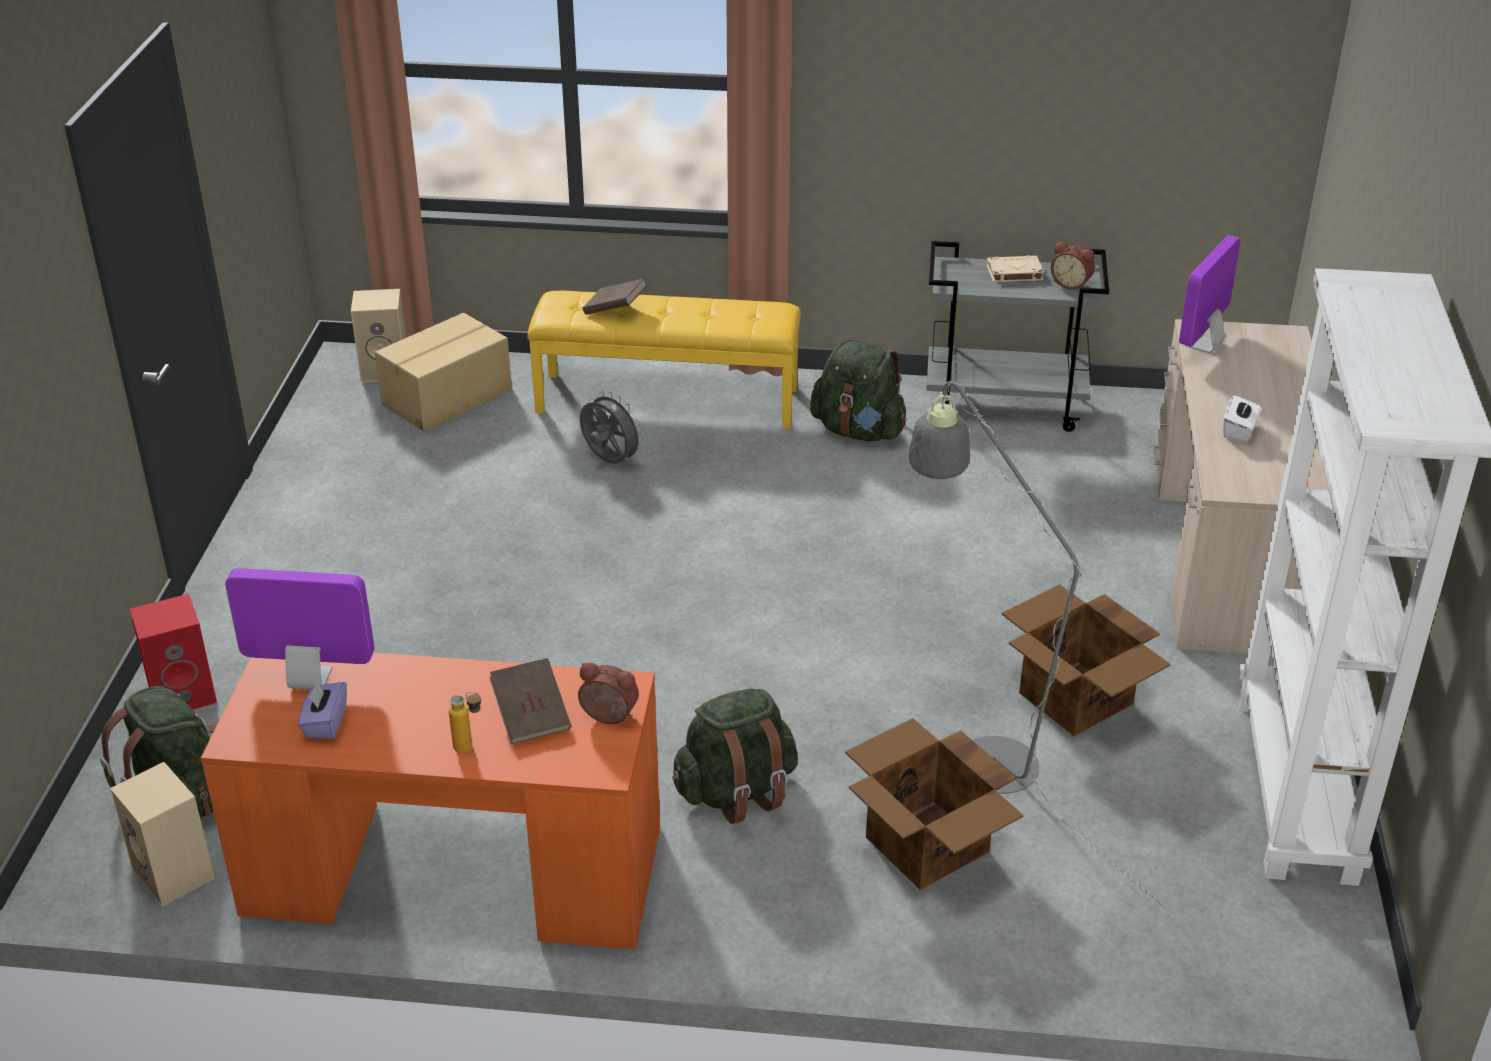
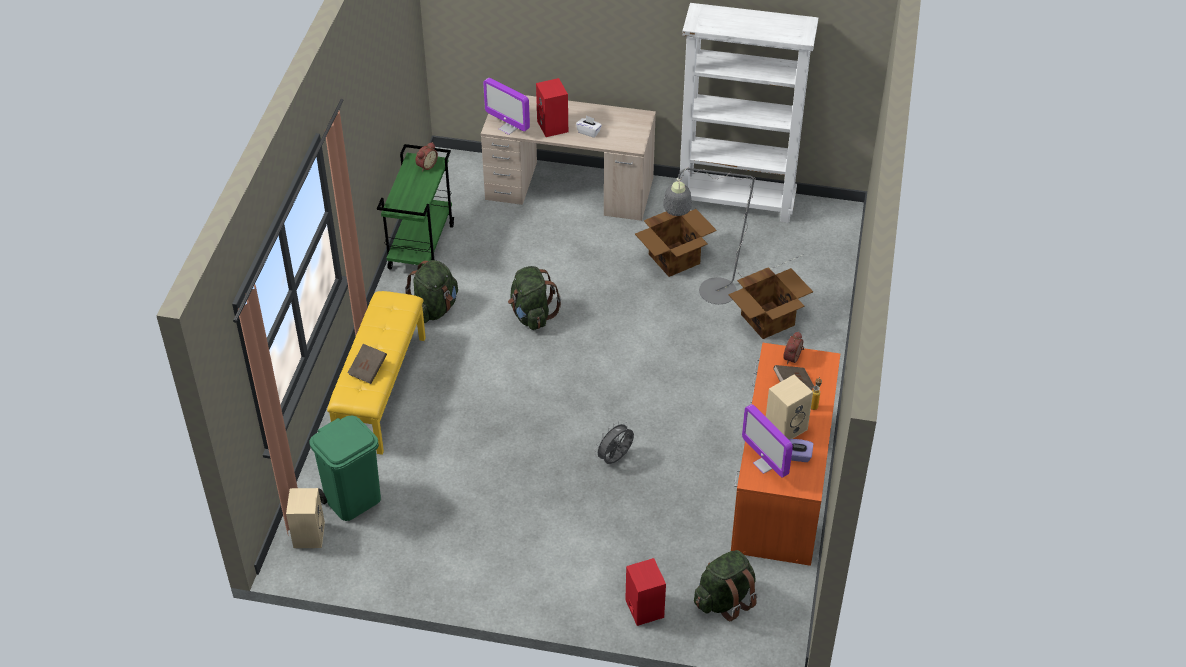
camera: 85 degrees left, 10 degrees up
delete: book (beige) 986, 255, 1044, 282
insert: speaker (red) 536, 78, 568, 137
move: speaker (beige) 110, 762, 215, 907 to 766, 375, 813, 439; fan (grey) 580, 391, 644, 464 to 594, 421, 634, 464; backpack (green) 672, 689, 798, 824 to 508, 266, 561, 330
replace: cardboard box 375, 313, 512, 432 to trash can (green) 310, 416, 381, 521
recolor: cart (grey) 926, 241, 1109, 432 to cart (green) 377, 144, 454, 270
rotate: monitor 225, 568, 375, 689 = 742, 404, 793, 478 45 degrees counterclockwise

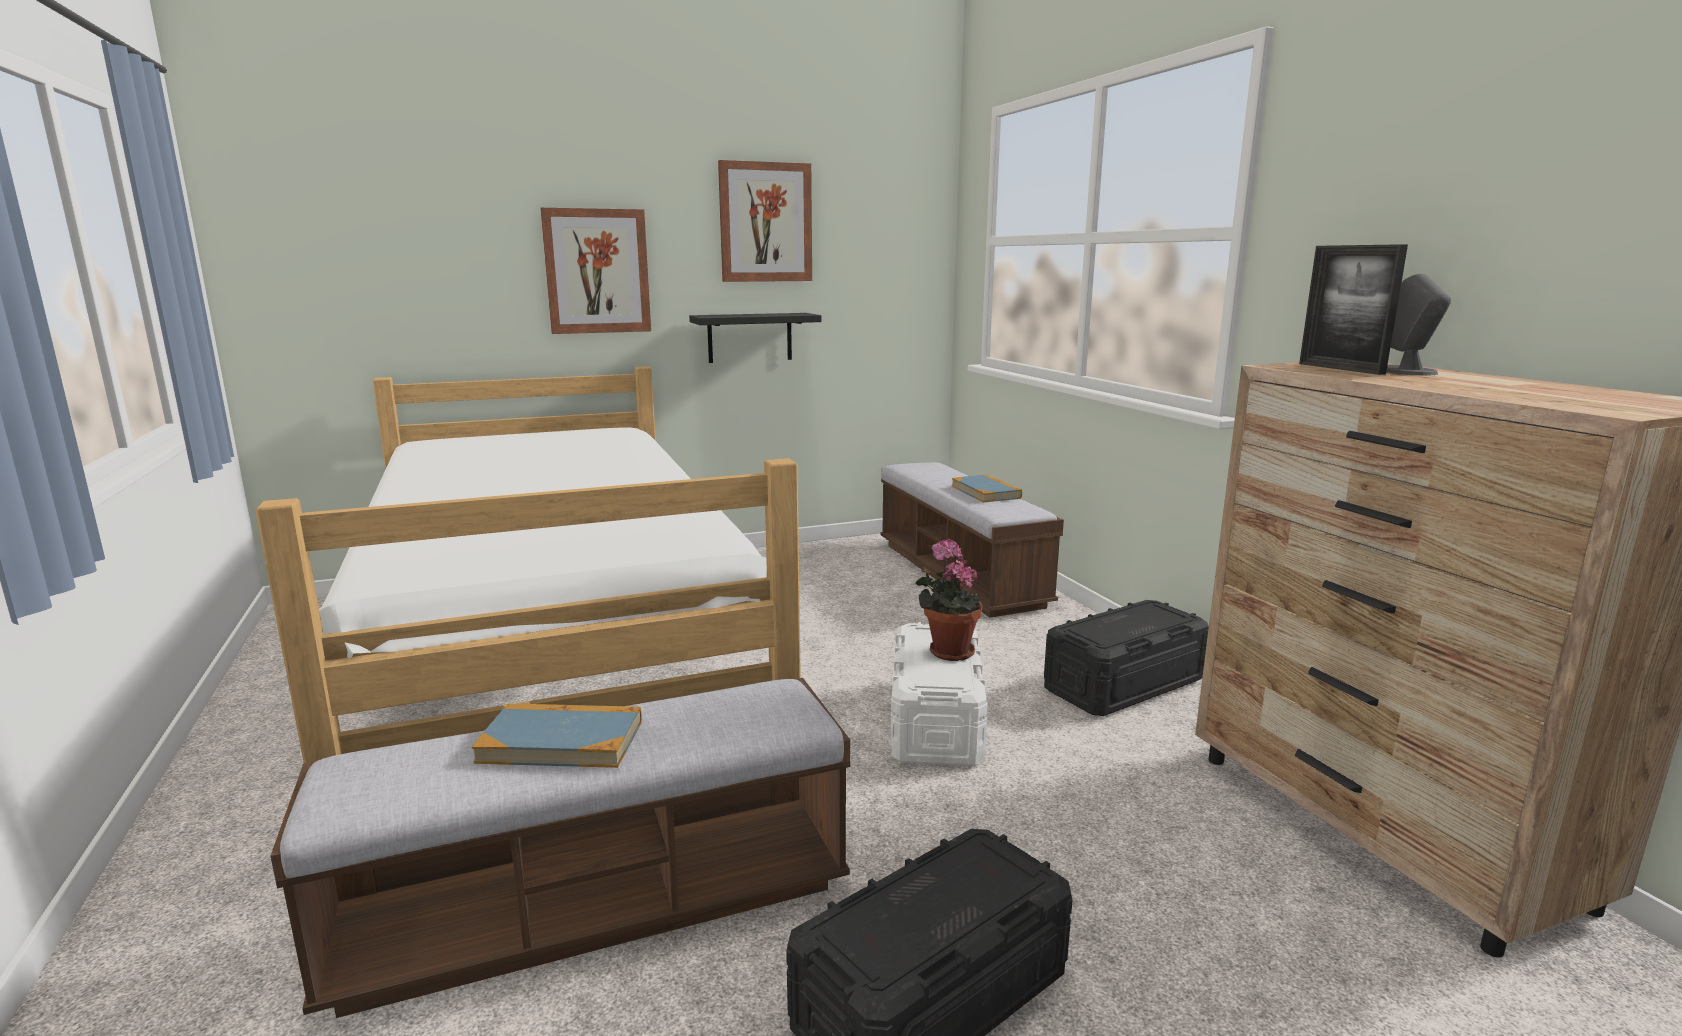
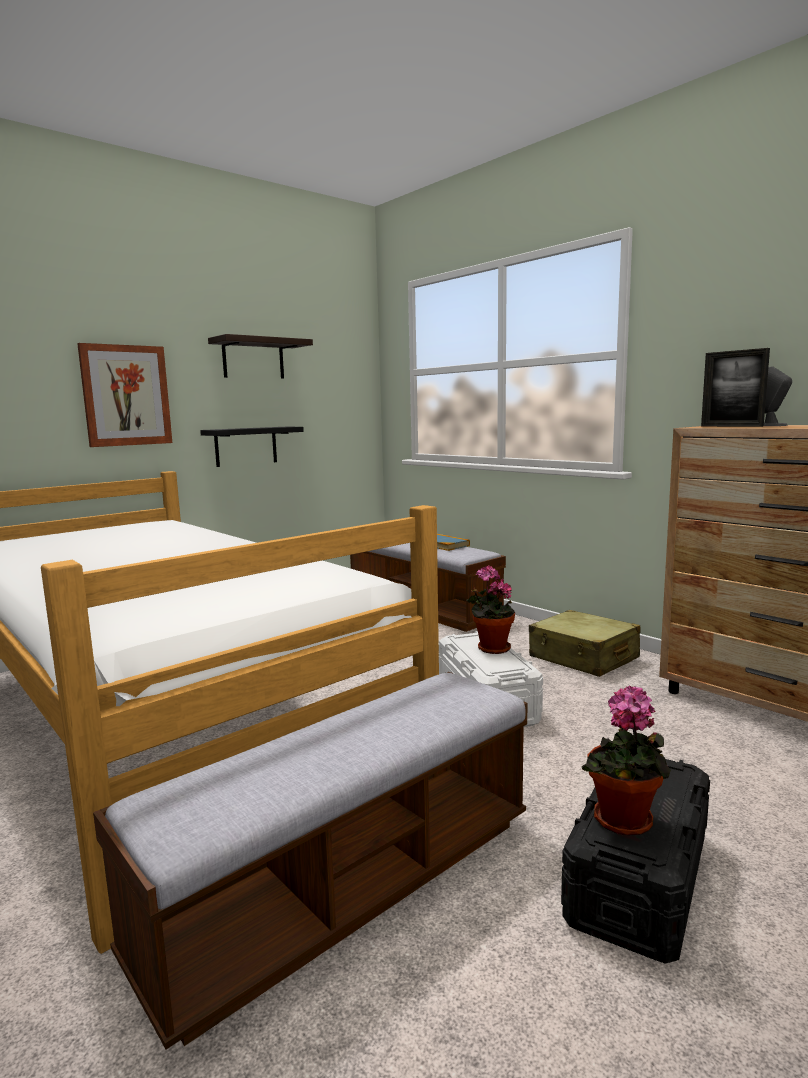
camera: 20 degrees left, 5 degrees down
delete: book 472, 703, 642, 768
insert: potted plant 582, 685, 671, 835
replace: picture 718, 160, 812, 282 to shelf 208, 334, 313, 379; storage box (black) 1044, 600, 1209, 716 to suitcase (beige) 529, 610, 640, 677

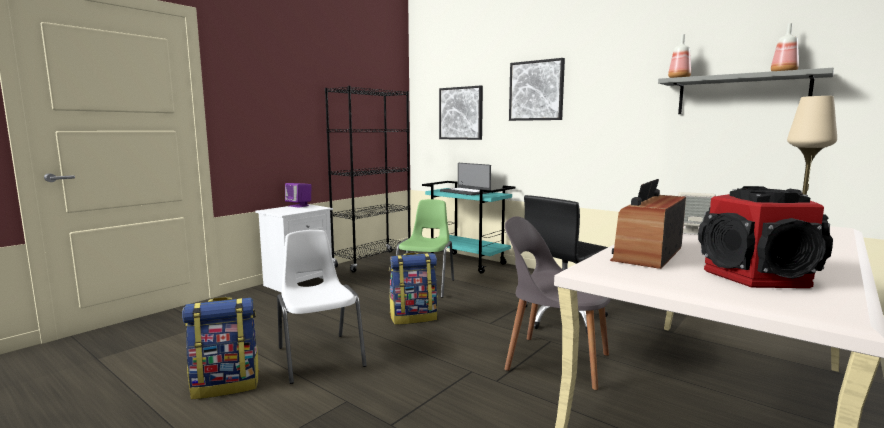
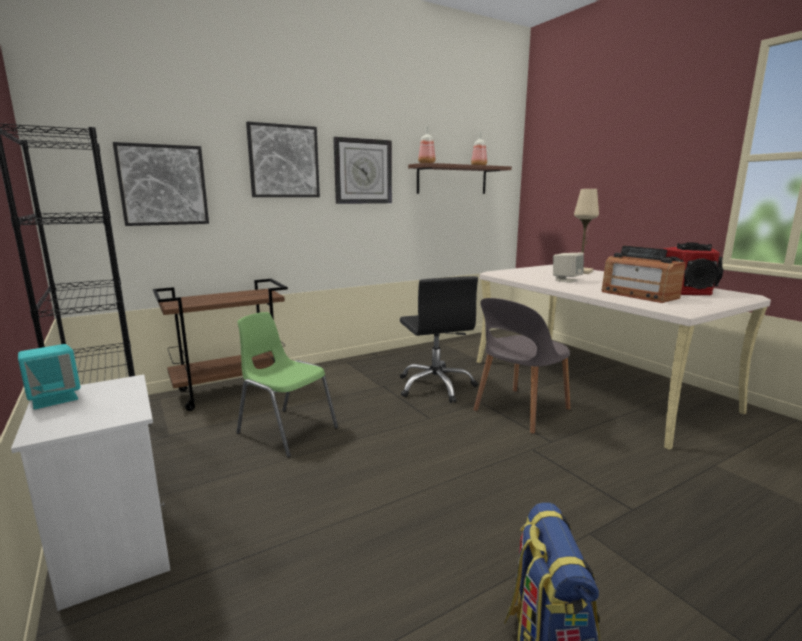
camera: 70 degrees left, 5 degrees up
delete: chair (white) 277, 230, 367, 384; backpack 389, 252, 438, 325; laptop 440, 163, 491, 195
insert: wall clock 333, 137, 392, 204
recolor: speaker (purple) 285, 183, 311, 208 to speaker (turquoise) 18, 344, 80, 410; cart (turquoise) 422, 181, 516, 273 to cart (brown) 153, 279, 288, 411; shelf (grey) 658, 68, 834, 114 to shelf (brown) 408, 163, 512, 194

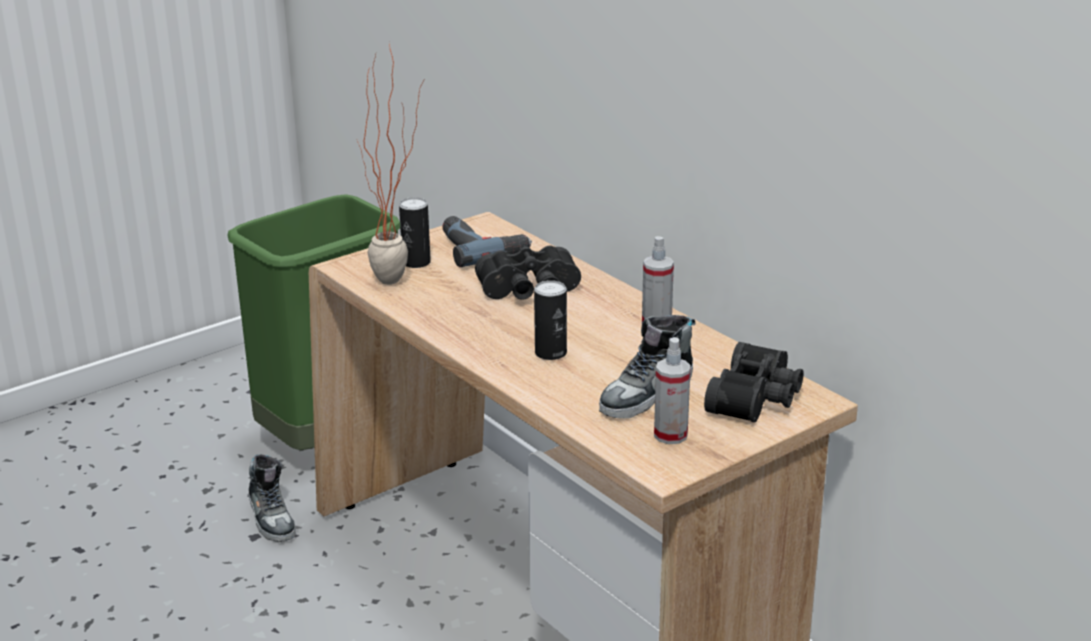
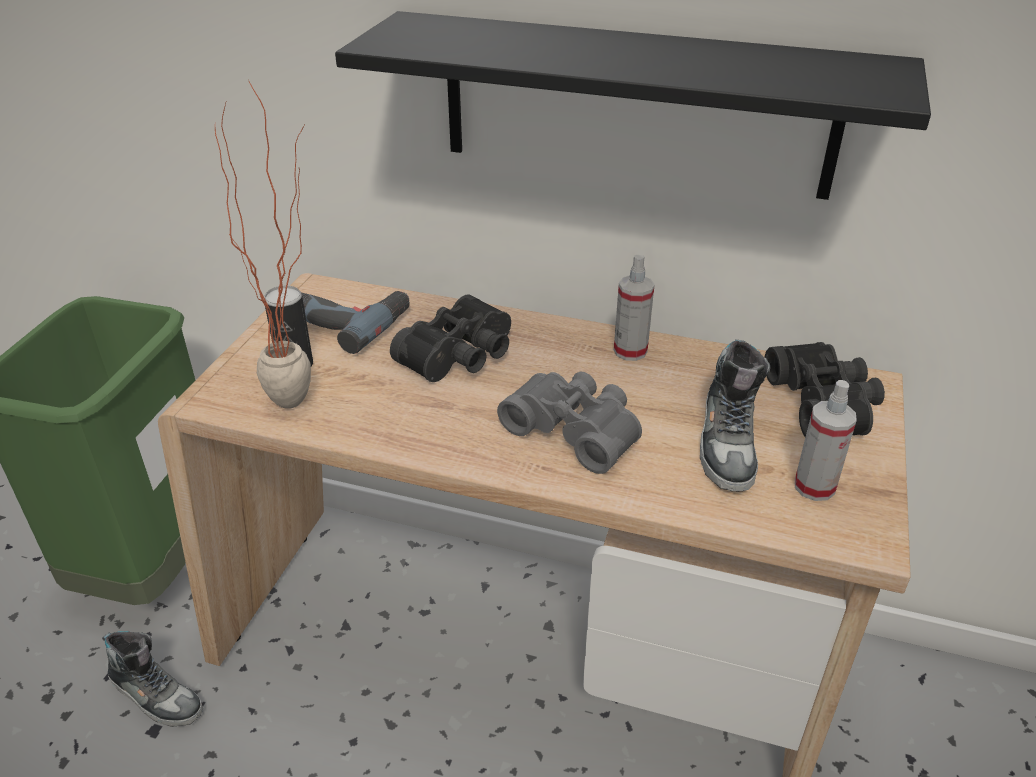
camera: 35 degrees left, 10 degrees up
insert: shelf (black) 335, 11, 931, 200
replace: can 534, 280, 567, 360 to binoculars (grey) 497, 372, 642, 474

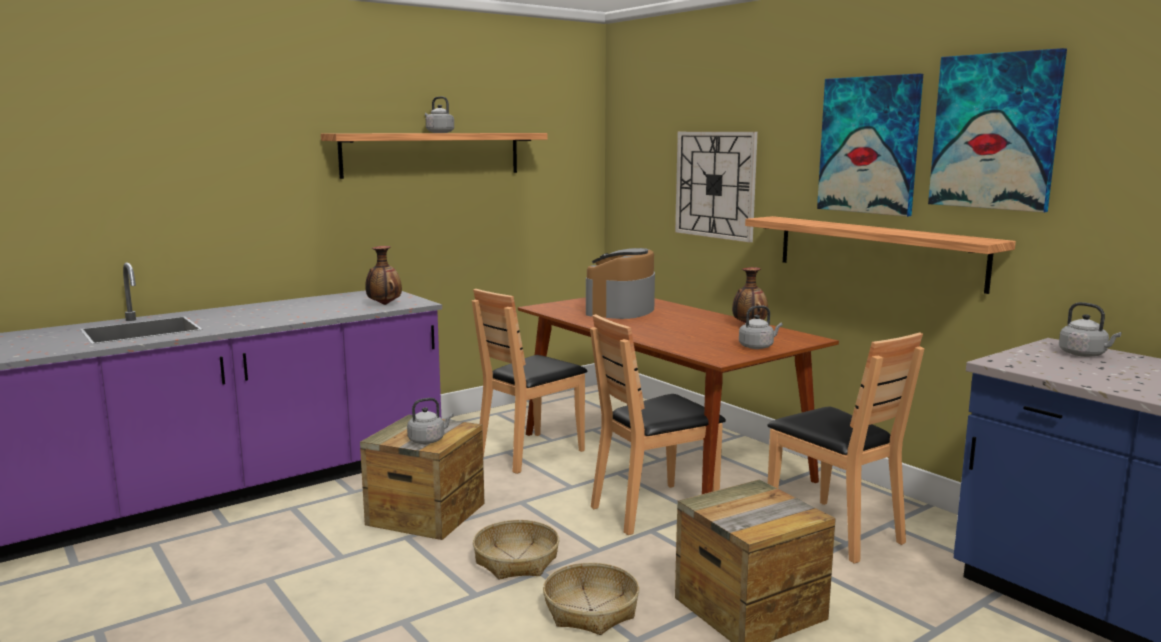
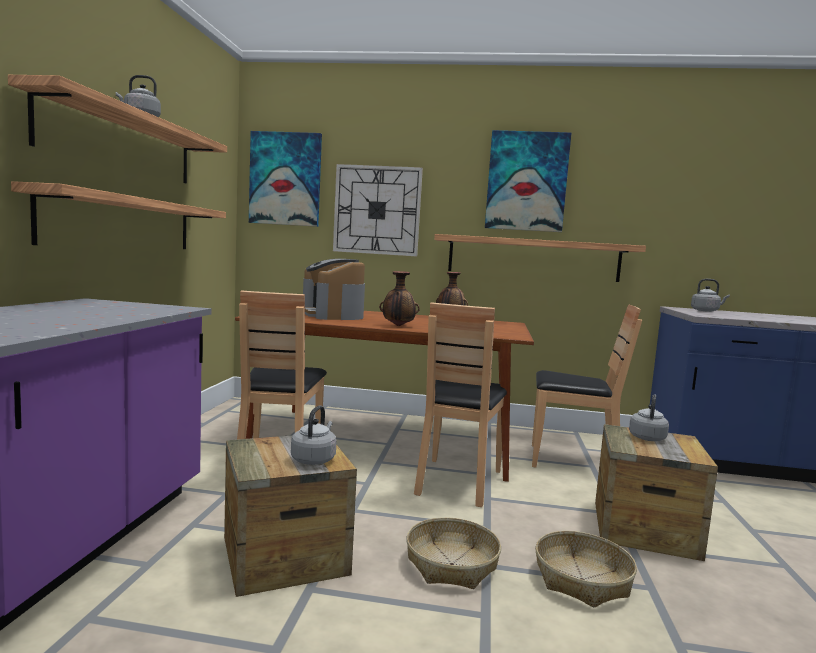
camera: 45 degrees left, 5 degrees down
insert: shelf 11, 181, 226, 249
move: vase 365, 246, 402, 305 to 379, 271, 420, 326; kettle (grey) 739, 306, 783, 349 to 629, 394, 669, 441; picture 928, 48, 1067, 213 to 249, 131, 322, 227

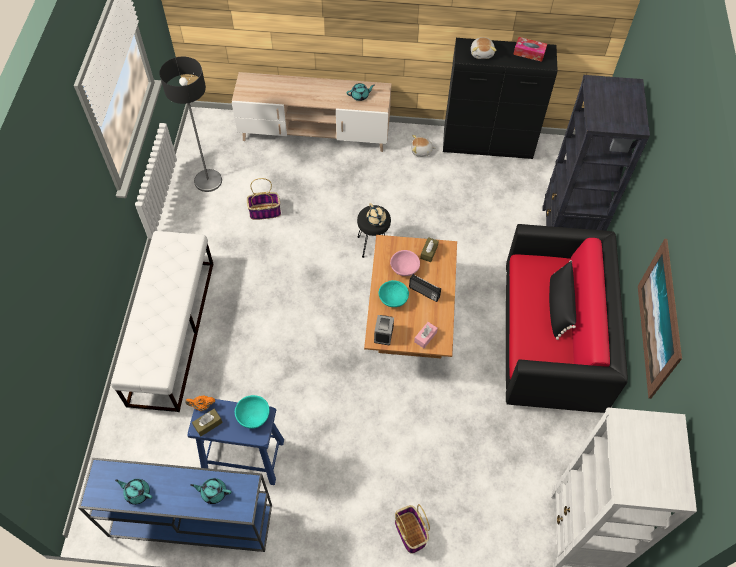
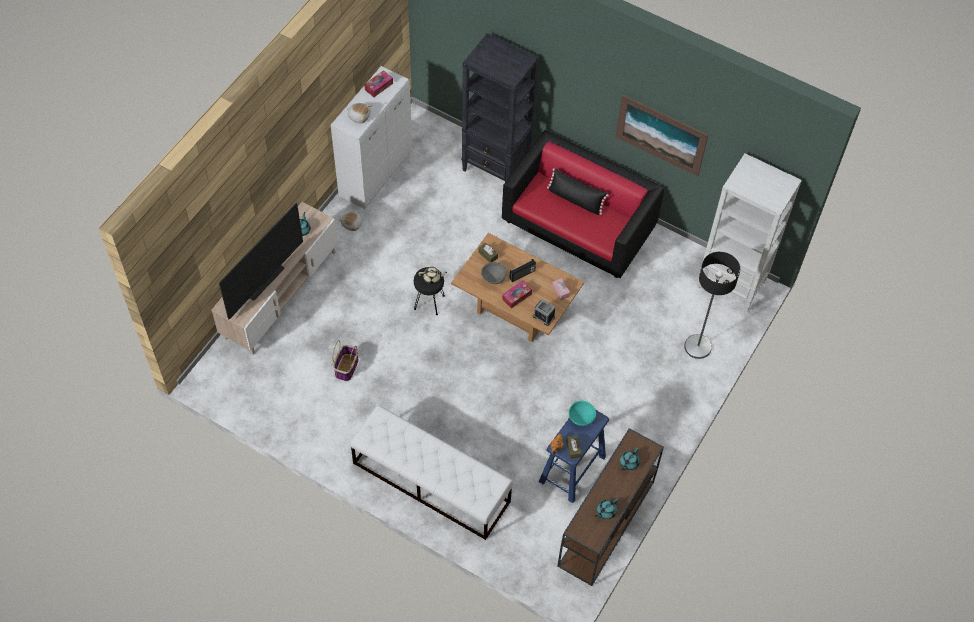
camera: 65 degrees left, 0 degrees up
delete: basket 395, 504, 430, 554
insert: television 219, 203, 303, 319
move: floor lamp 159, 57, 222, 192 to 684, 252, 740, 359
replace: bowl (turquoise) 379, 280, 409, 307 to tissue box 502, 281, 532, 309
recolor: console table (blue) 78, 458, 272, 552 to console table (brown) 557, 428, 664, 586; bowl (pink) 390, 250, 420, 276 to bowl (grey) 481, 262, 507, 284; cabinet (black) 443, 38, 557, 159 to cabinet (white) 331, 66, 412, 209

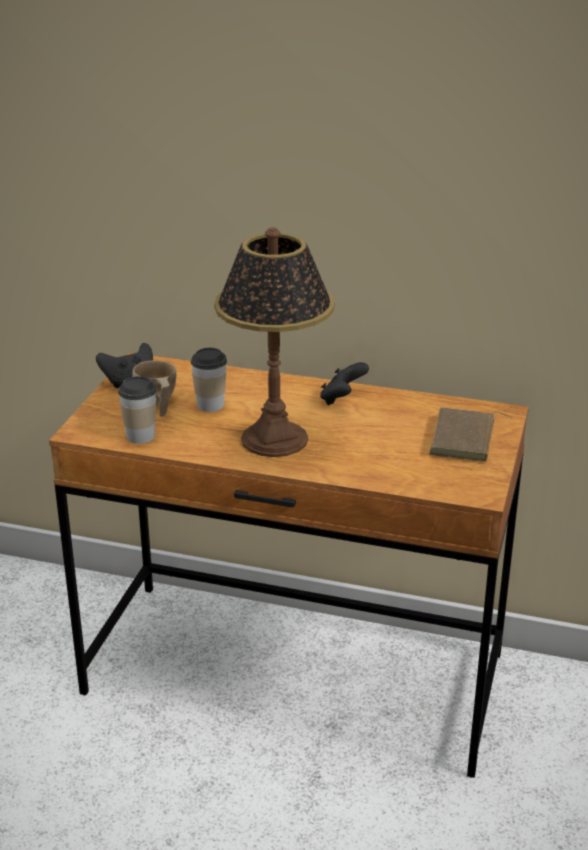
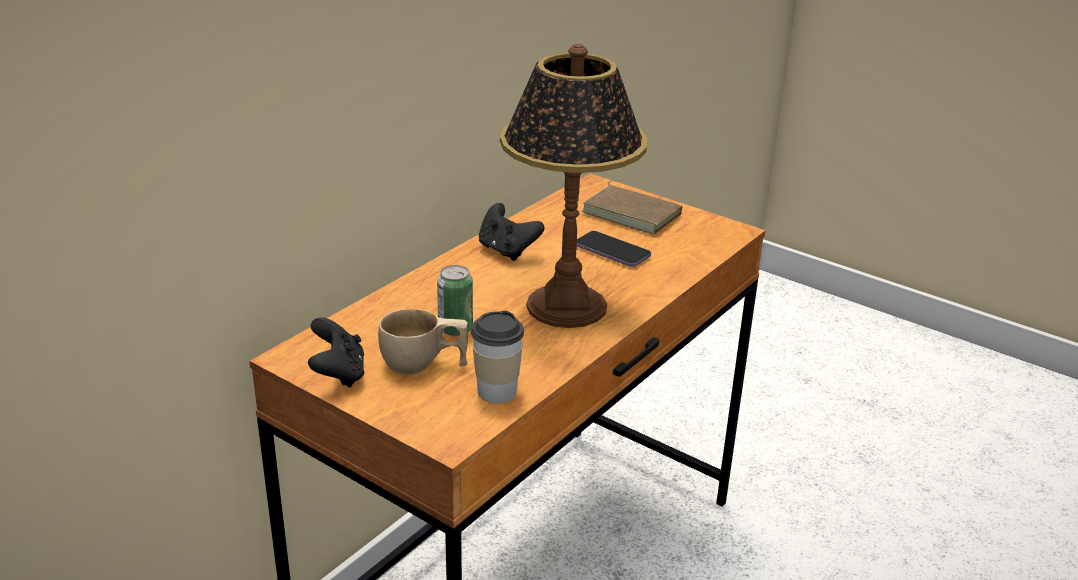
camera: 70 degrees left, 0 degrees up
insert: phone 577, 231, 651, 267
replace: cup 191, 348, 227, 412 to can 437, 265, 473, 336

